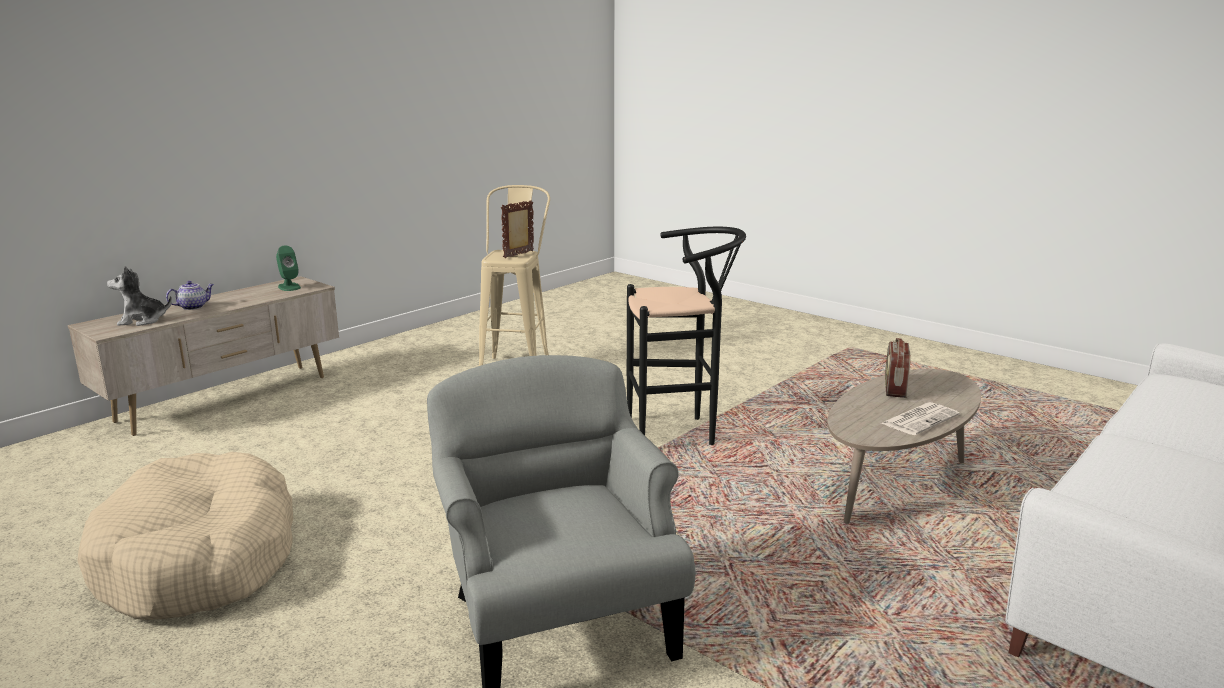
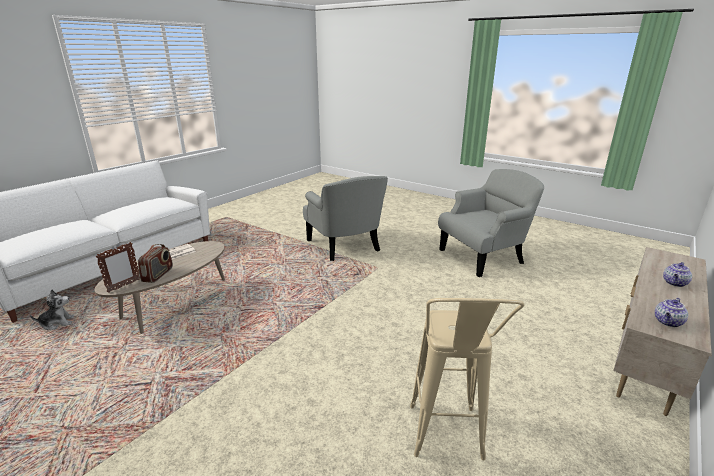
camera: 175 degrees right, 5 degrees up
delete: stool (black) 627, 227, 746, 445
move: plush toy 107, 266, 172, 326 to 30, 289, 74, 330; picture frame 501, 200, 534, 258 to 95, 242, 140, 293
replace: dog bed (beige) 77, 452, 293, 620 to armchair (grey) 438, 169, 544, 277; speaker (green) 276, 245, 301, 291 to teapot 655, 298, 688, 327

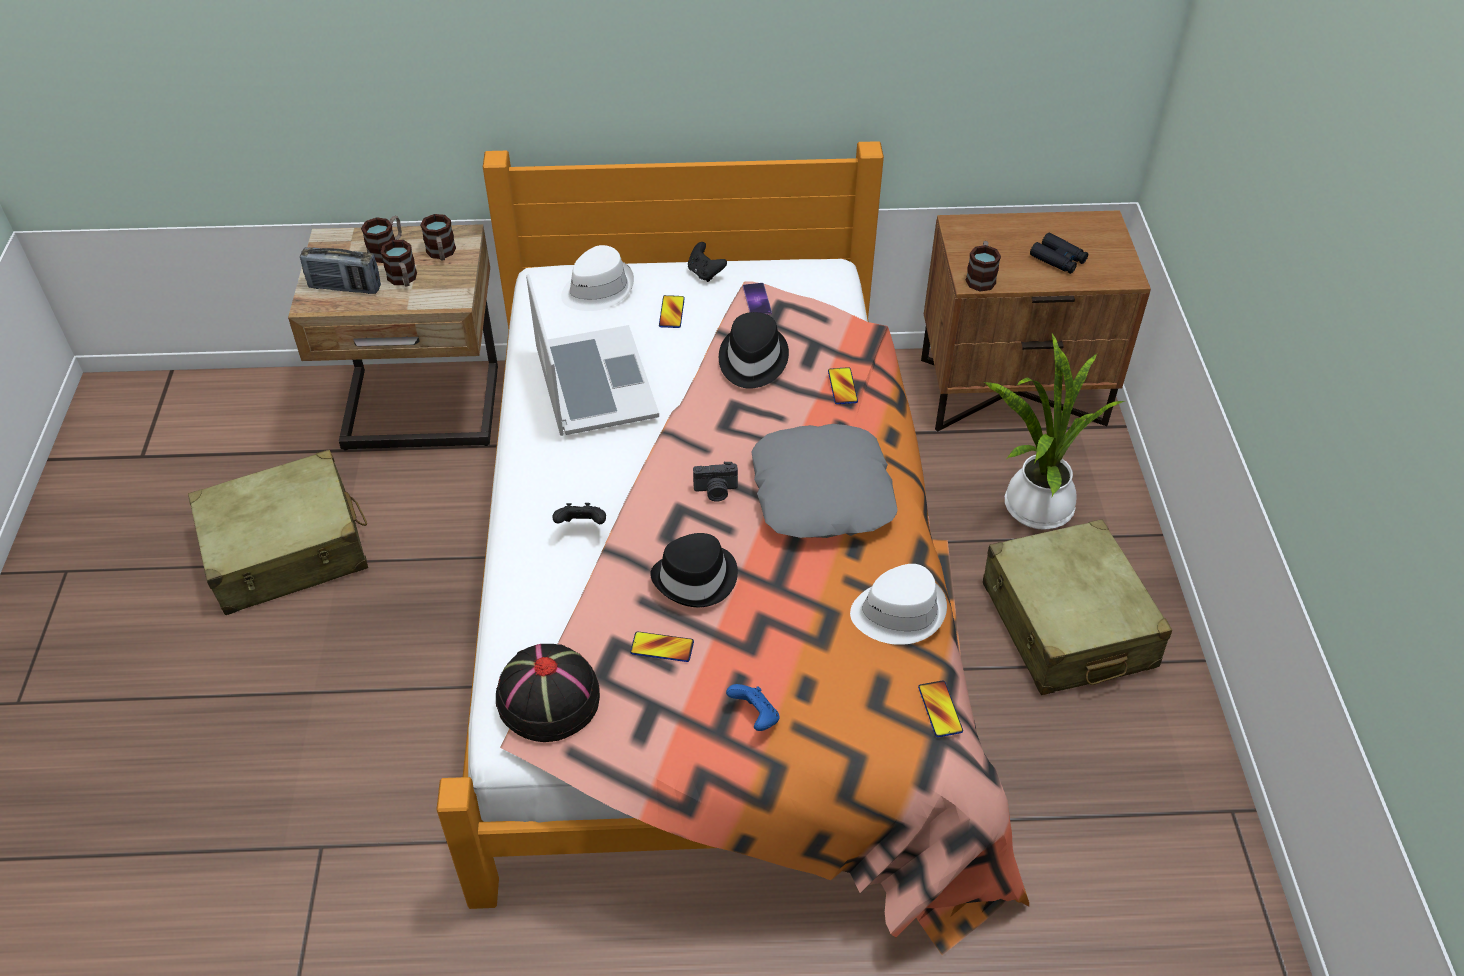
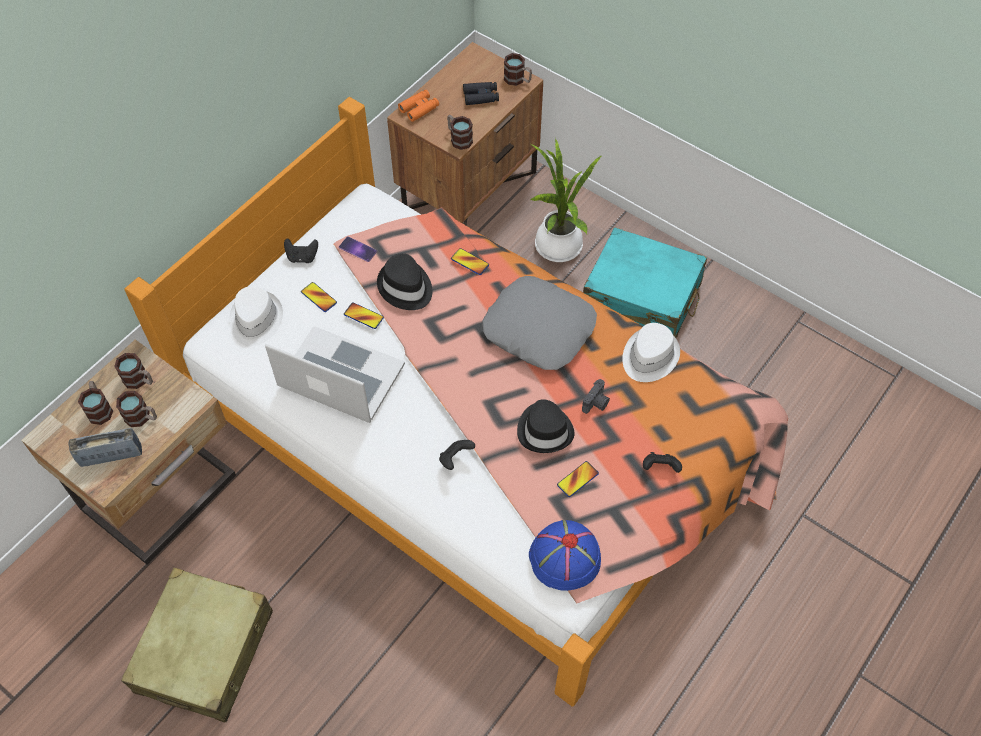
camera: 50 degrees left, 10 degrees up
insert: binoculars (orange) 398, 90, 439, 122; mug 504, 53, 532, 86
move: photo camera 693, 462, 738, 502 to 582, 379, 610, 414; phone 918, 681, 963, 737 to 344, 302, 384, 329
recolor: hat (black) 496, 644, 600, 742 to hat (blue) 529, 520, 601, 591; game controller (blue) 726, 684, 779, 731 to game controller (black) 643, 452, 682, 473; suitcase (beige) 983, 519, 1172, 695 to suitcase (turquoise) 583, 227, 707, 338
rotate: radio 300, 247, 381, 294 = 69, 428, 142, 467 150 degrees counterclockwise

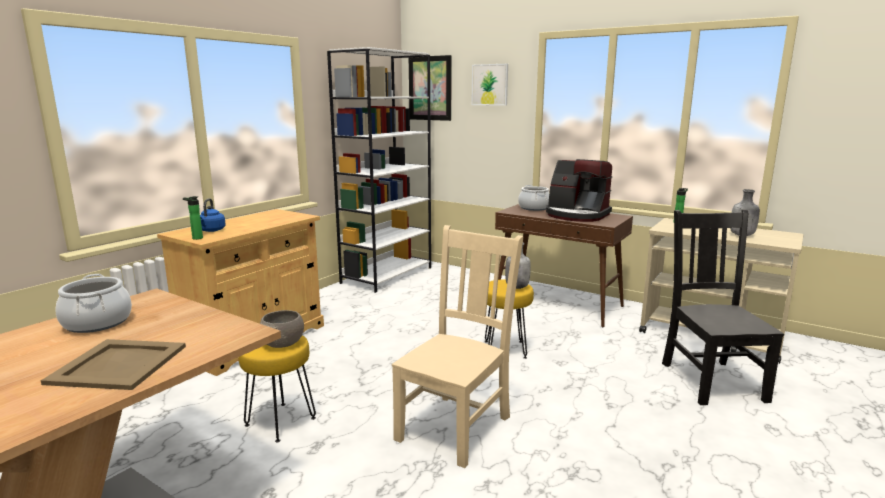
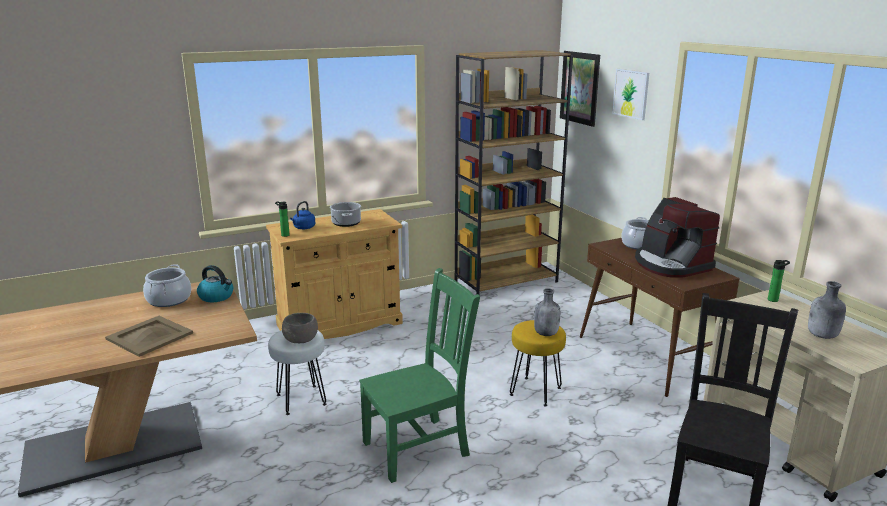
camera: 30 degrees right, 5 degrees up
insert: kettle 197, 265, 233, 302; cooking pot 330, 202, 361, 227
recolor: stool (yellow) 238, 335, 316, 442 to stool (white) 268, 330, 327, 415; bookcase (white) 327, 47, 431, 293 to bookcase (brown) 455, 50, 573, 295; chair (beige) 392, 225, 523, 468 to chair (green) 359, 268, 480, 483

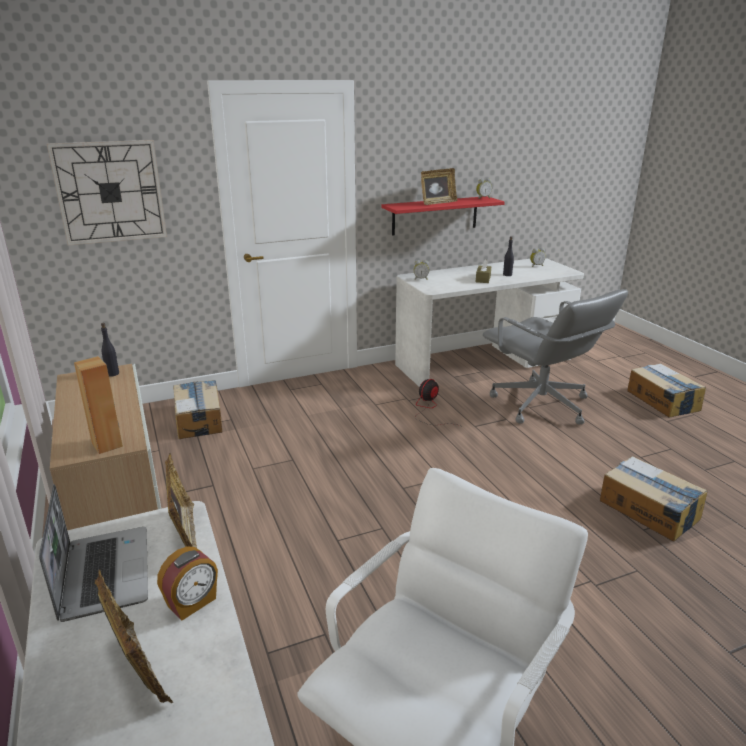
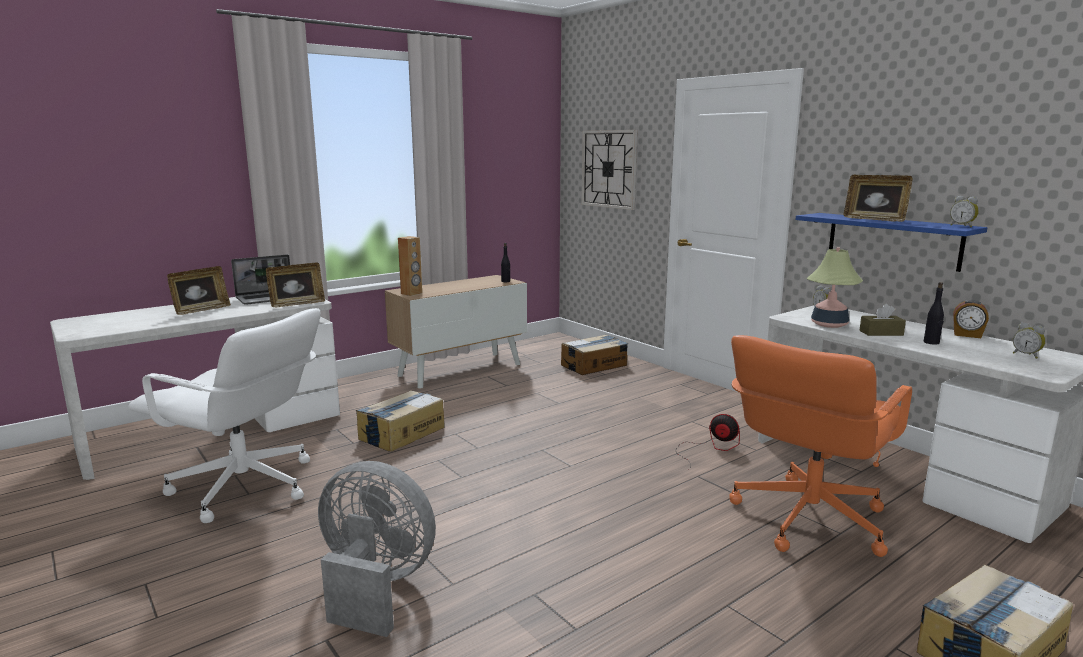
camera: 75 degrees right, 10 degrees down
insert: fan (grey) 318, 461, 436, 637; table lamp 806, 247, 863, 328
move: alarm clock 157, 547, 218, 621 to 953, 300, 989, 338; cardboard box 600, 456, 708, 542 to 356, 390, 445, 452
recolor: shelf (red) 381, 196, 505, 236 to shelf (blue) 795, 213, 988, 272; office chair (grey) 483, 289, 628, 424 to office chair (orange) 729, 335, 912, 557

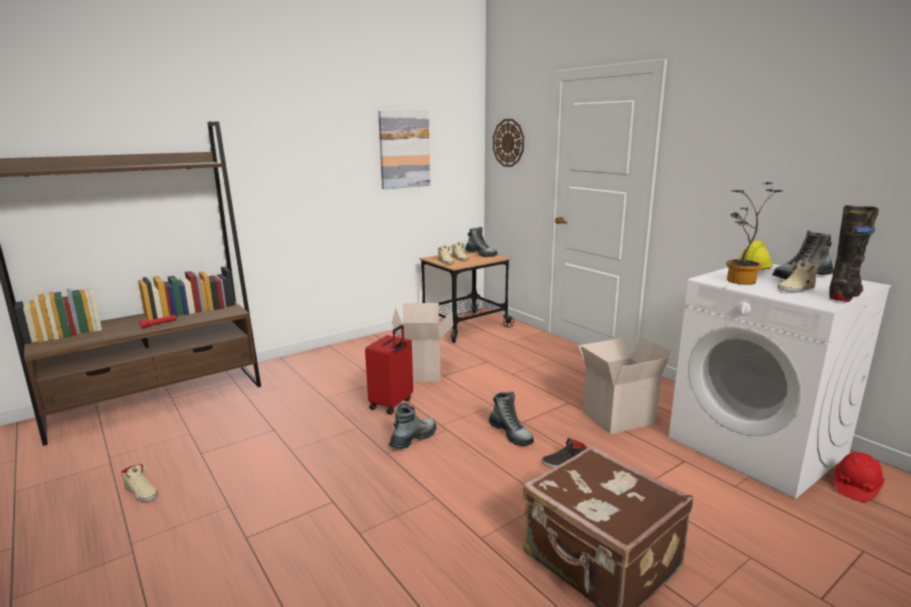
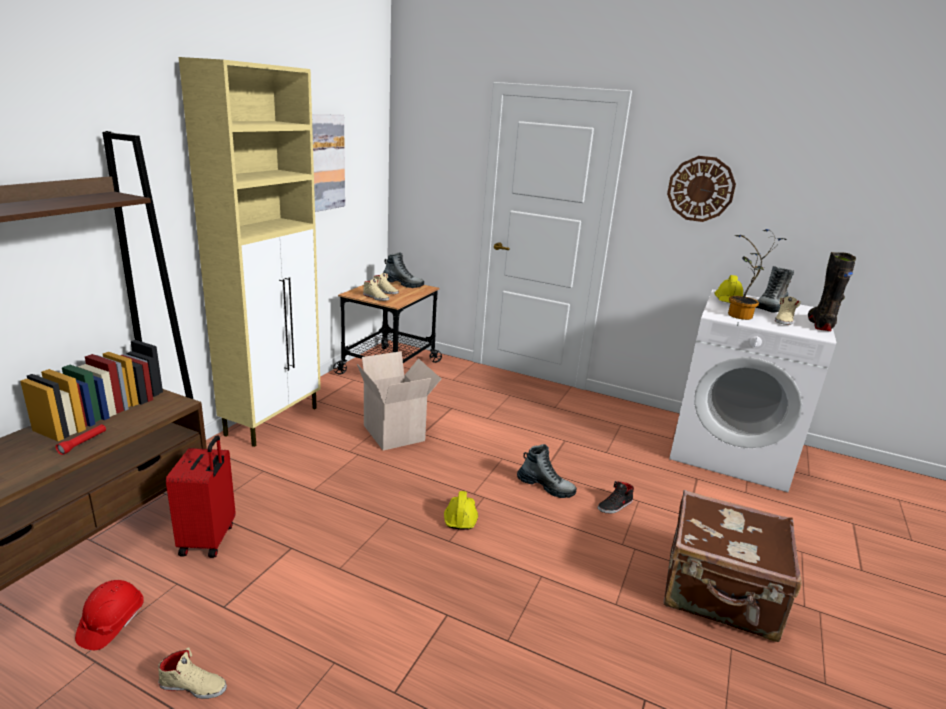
camera: 30 degrees left, 5 degrees up
delete: cardboard box 578, 336, 670, 434
insert: cabinet (beige) 178, 57, 321, 447
move: suitcase (red) 365, 325, 413, 414 to 166, 435, 235, 558; wall clock 493, 119, 524, 167 to 667, 156, 736, 222; hard hat (red) 834, 452, 885, 502 to 75, 580, 144, 650
replace: boot 389, 402, 436, 449 to hard hat (yellow) 444, 491, 478, 529

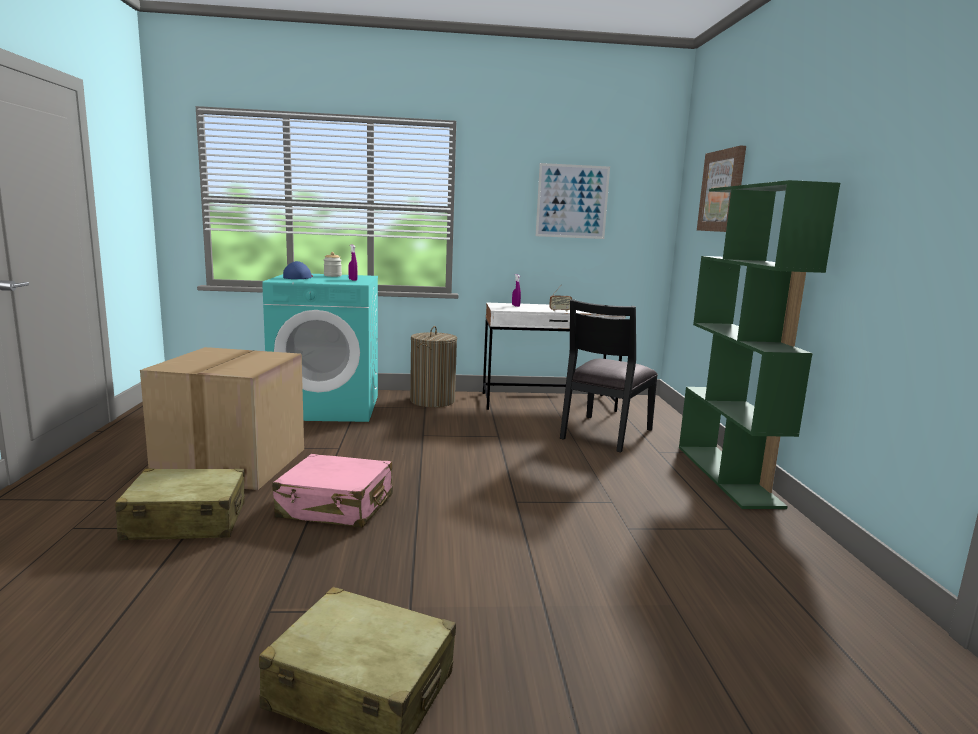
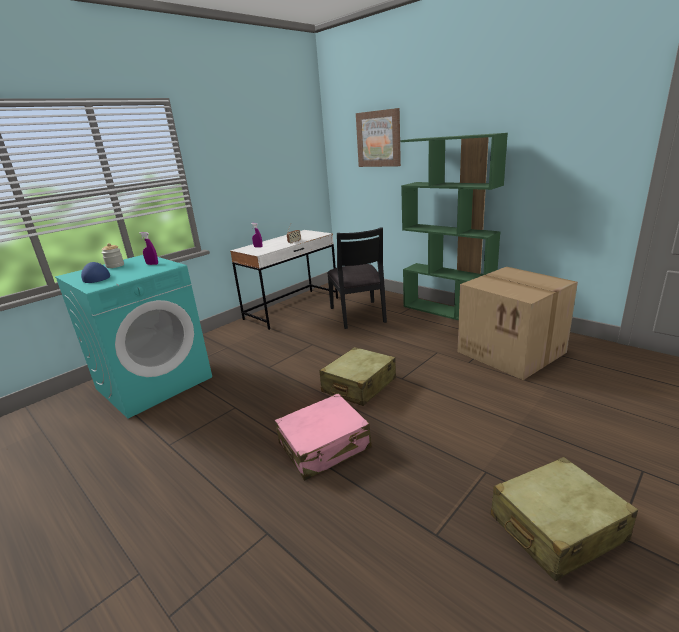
camera: 40 degrees left, 10 degrees up
delete: laundry basket 410, 326, 457, 407; picture 536, 163, 610, 239
move: suitcase (beige) 115, 468, 245, 540 to 319, 347, 396, 406; cardboard box 140, 347, 304, 490 to 458, 267, 578, 380

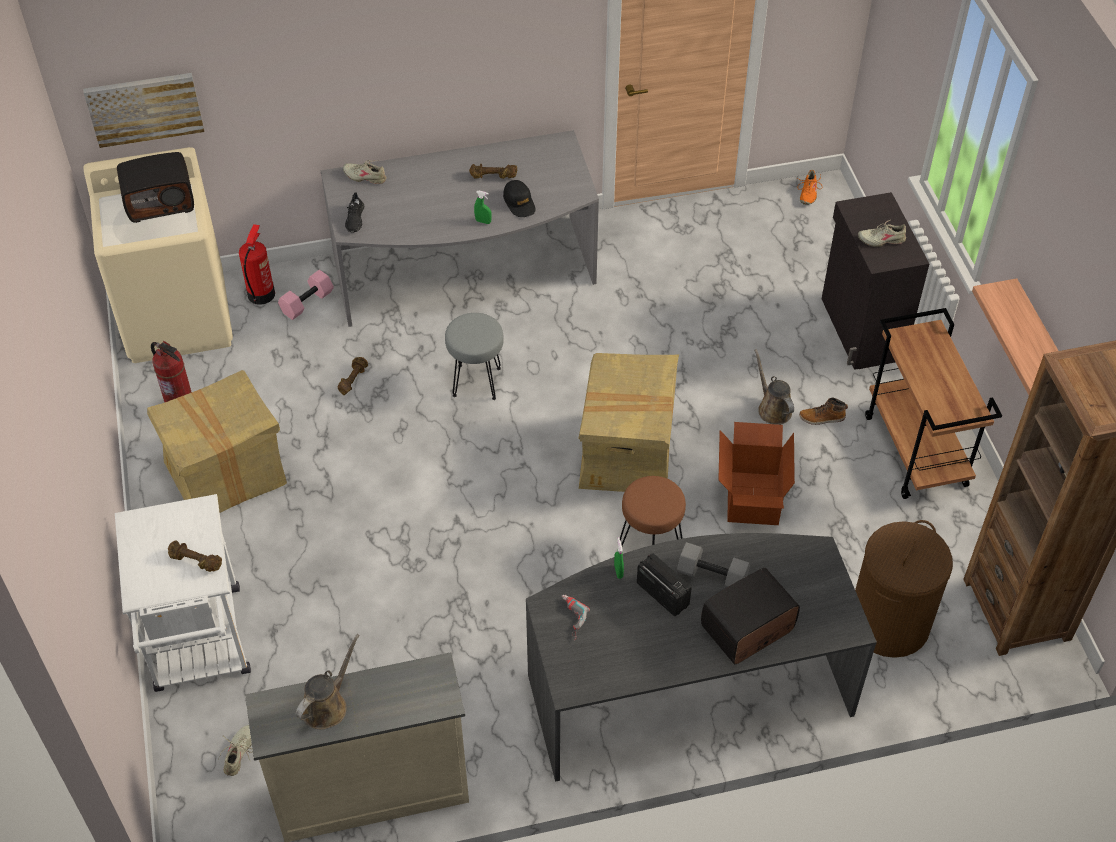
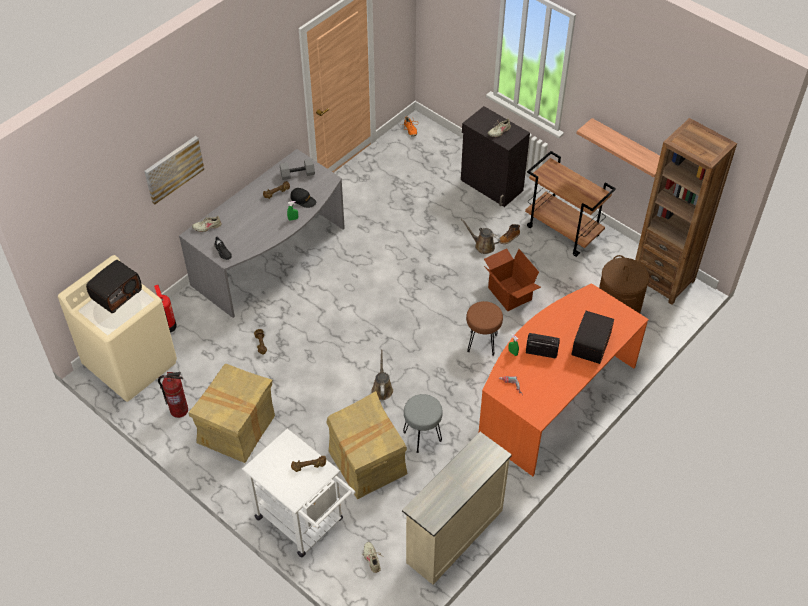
camera: 35 degrees left, 0 degrees up
delete: dumbbell (pink) 278, 270, 334, 320
move: picture 83, 73, 204, 148 to 144, 136, 204, 205; watering can (brown) 296, 634, 360, 730 to 371, 349, 393, 400; stool (grey) 445, 313, 504, 400 to 403, 394, 443, 453; cardboard box 578, 353, 679, 492 to 326, 391, 407, 499; dumbbell (grey) 677, 542, 750, 588 to 280, 158, 315, 180
recolor: desk (grey) 526, 533, 877, 782 to desk (orange) 479, 283, 649, 476

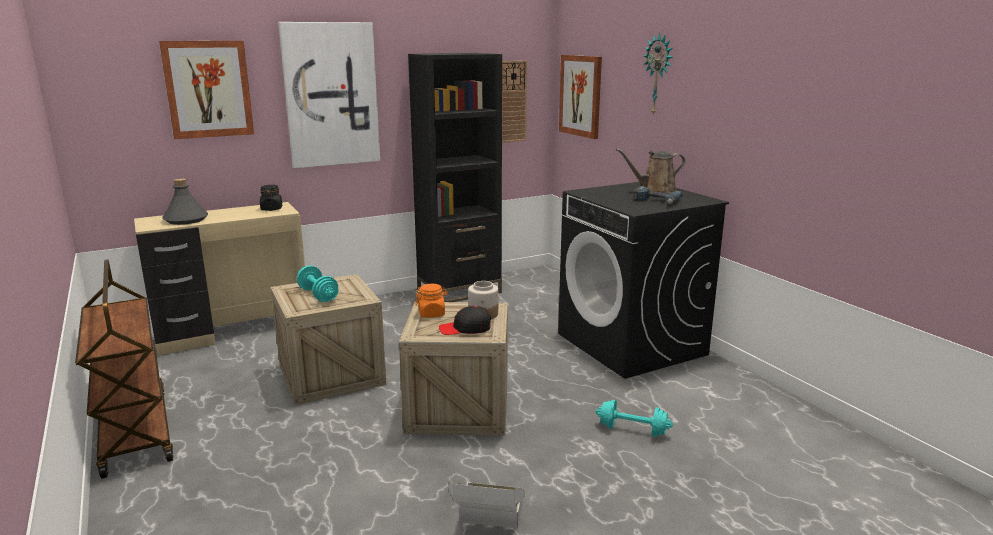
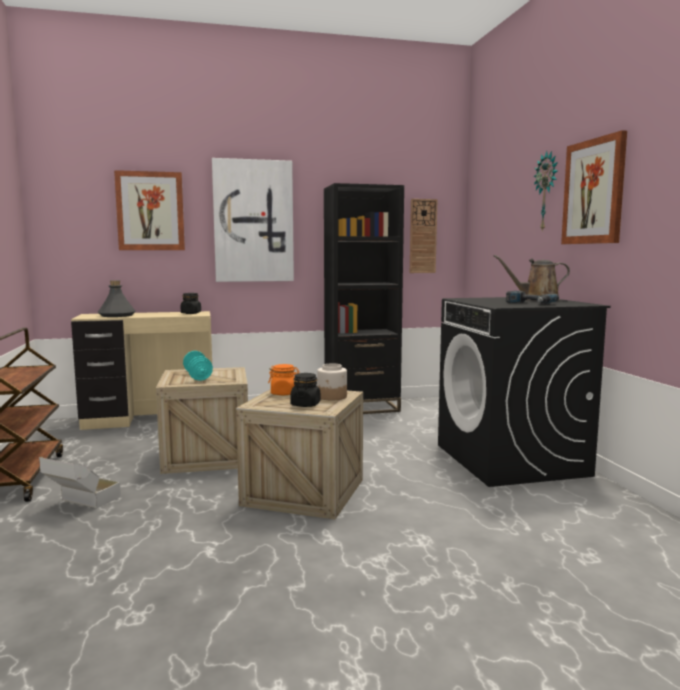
camera: 15 degrees right, 10 degrees down
delete: dumbbell (turquoise) 596, 400, 673, 437
move: cardboard box 448, 481, 525, 528 to 39, 457, 121, 508; picture 559, 55, 602, 139 to 561, 130, 627, 244
replace: cap (black) 439, 306, 491, 335 to jar (black) 290, 373, 320, 407

